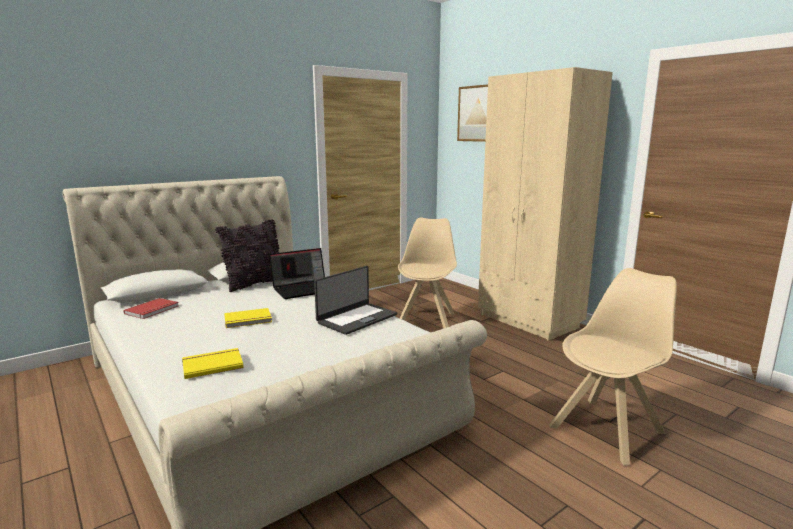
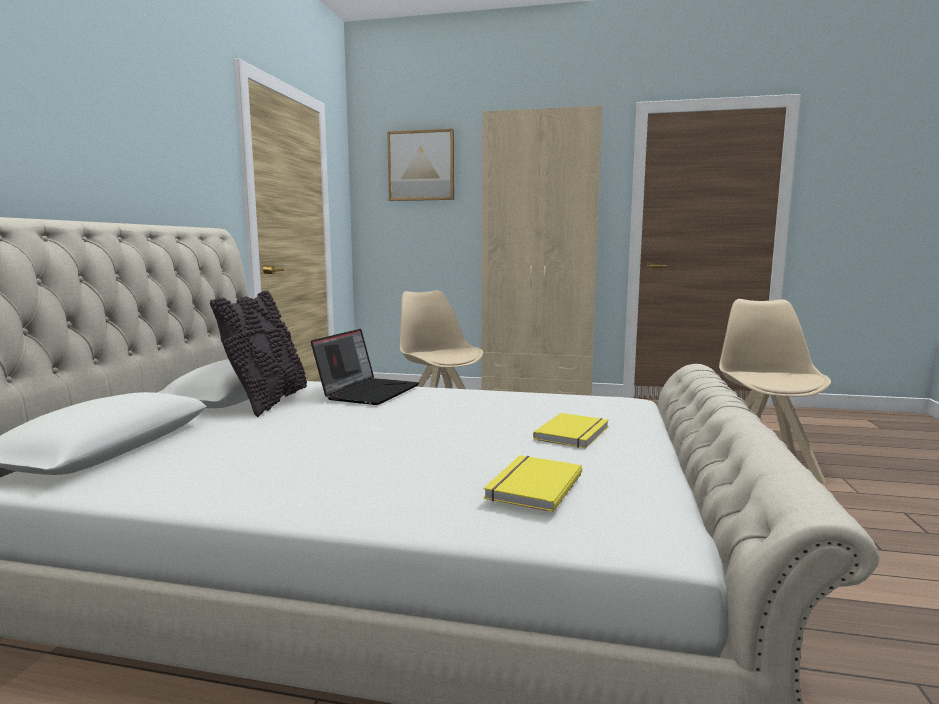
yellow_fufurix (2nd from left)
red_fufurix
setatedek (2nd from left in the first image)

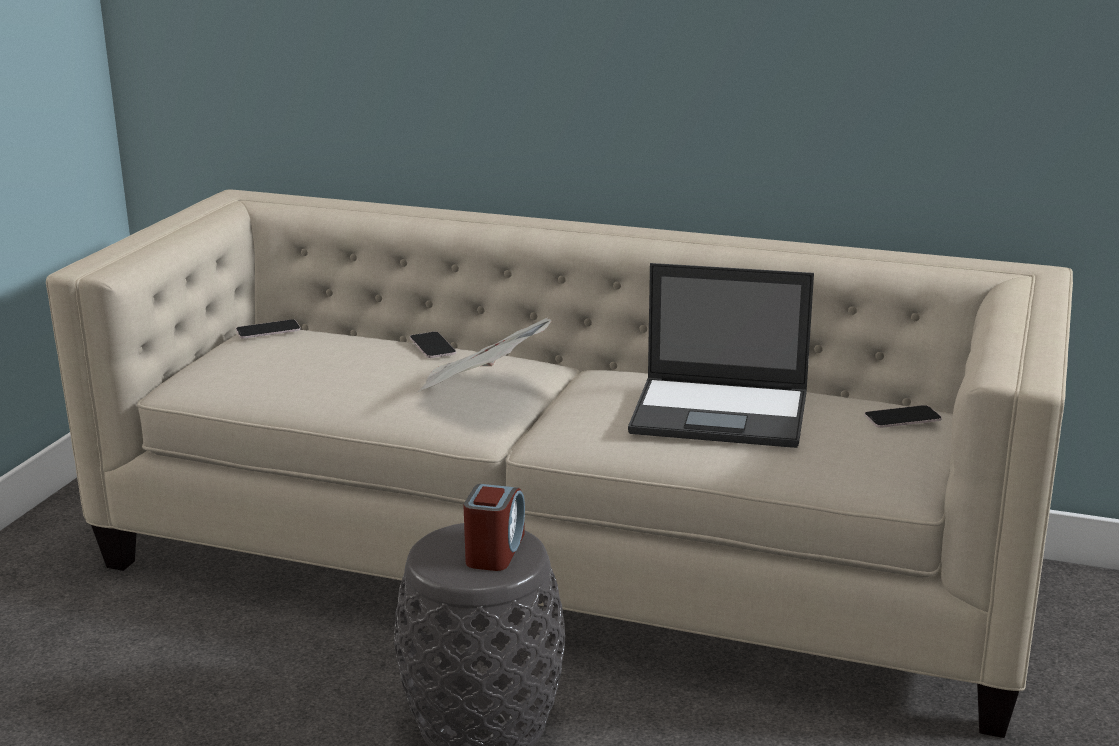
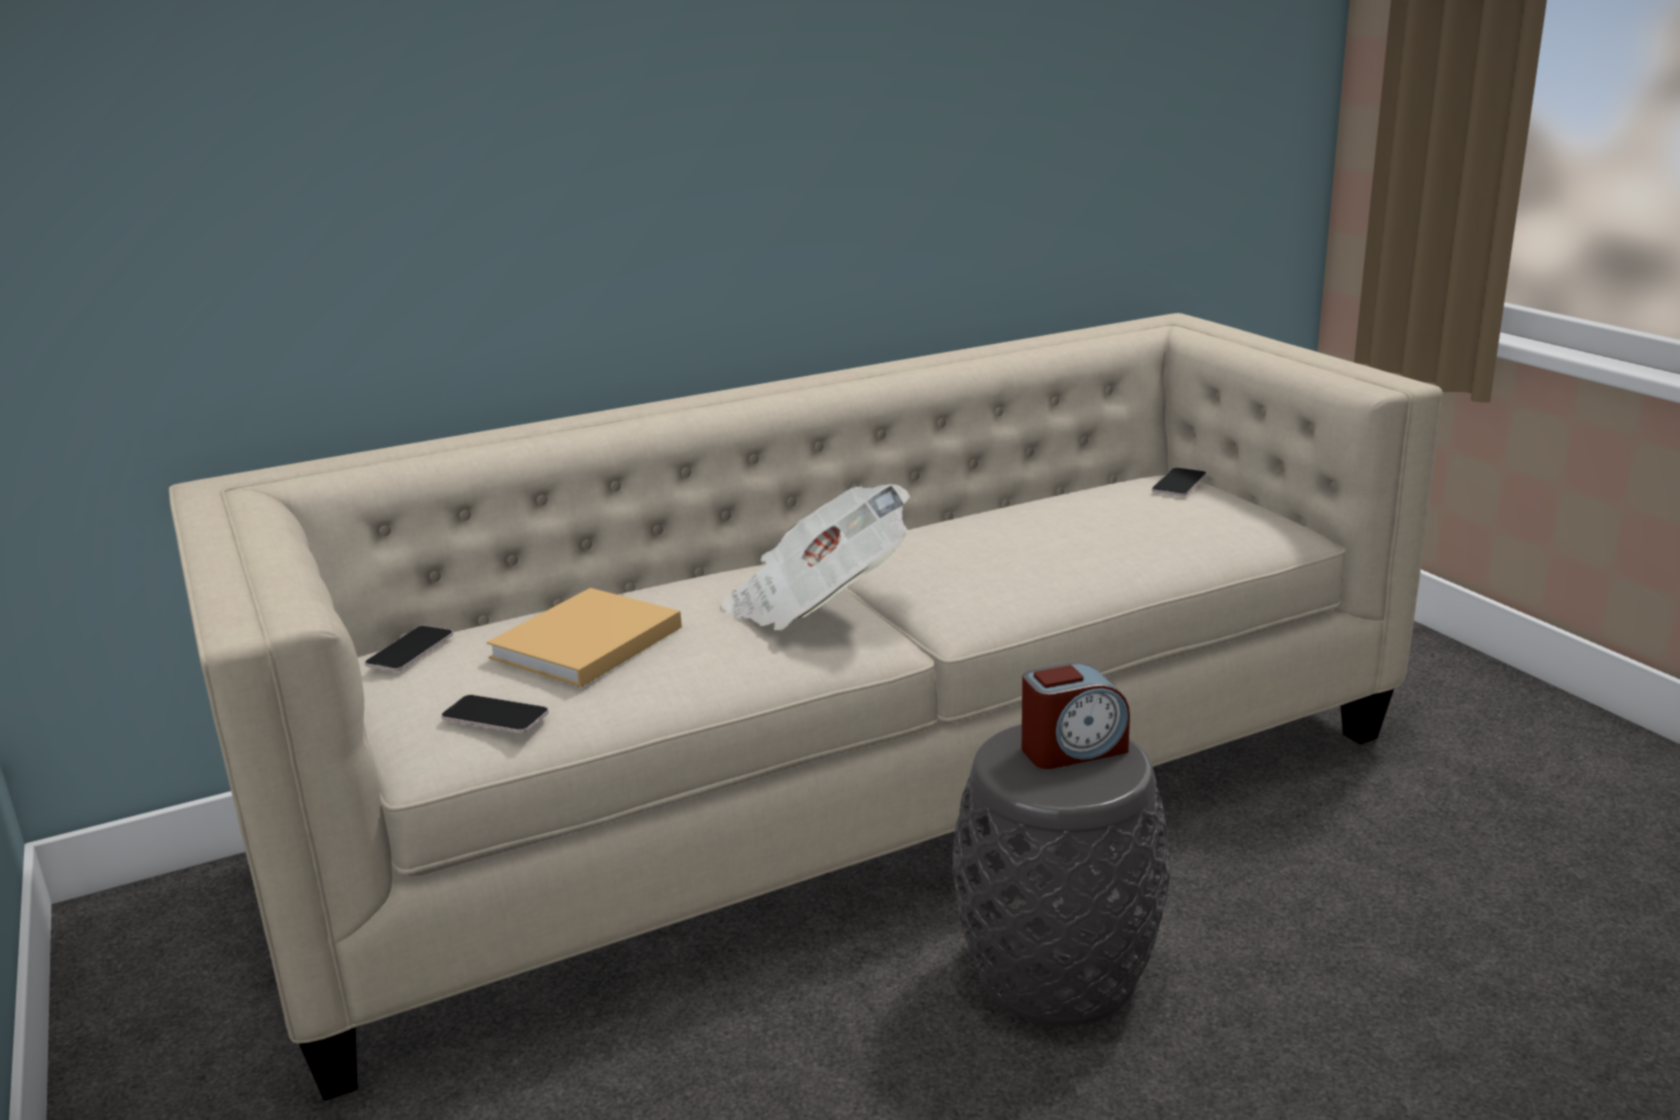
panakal (2nd from left)
beige_fufurix
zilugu
setatedek

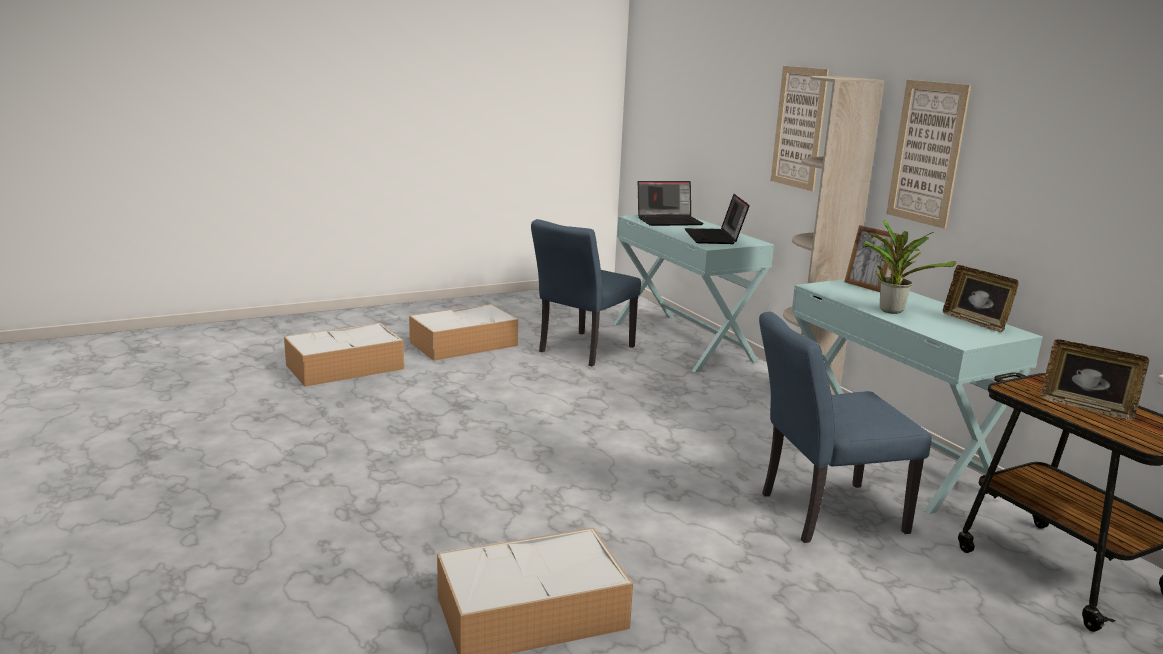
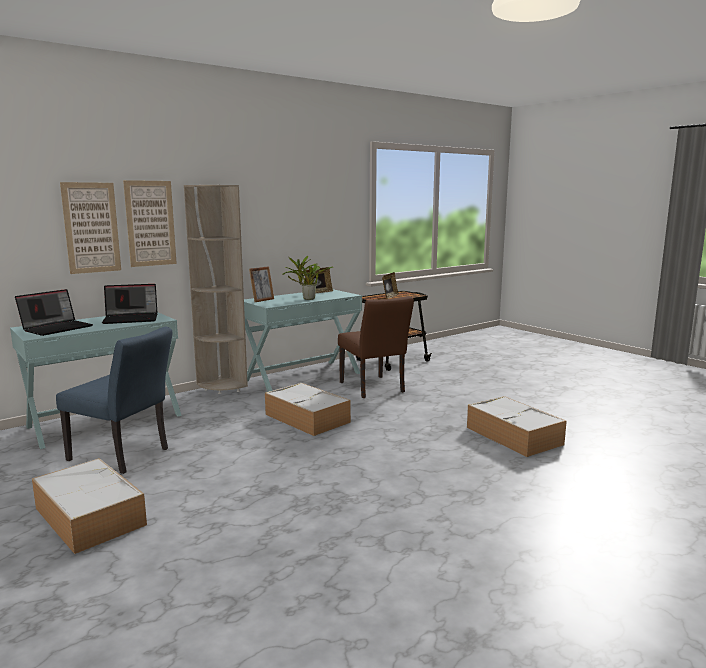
setatedek (1st from left)
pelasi (1st from left)
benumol (2nd from left)
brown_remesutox

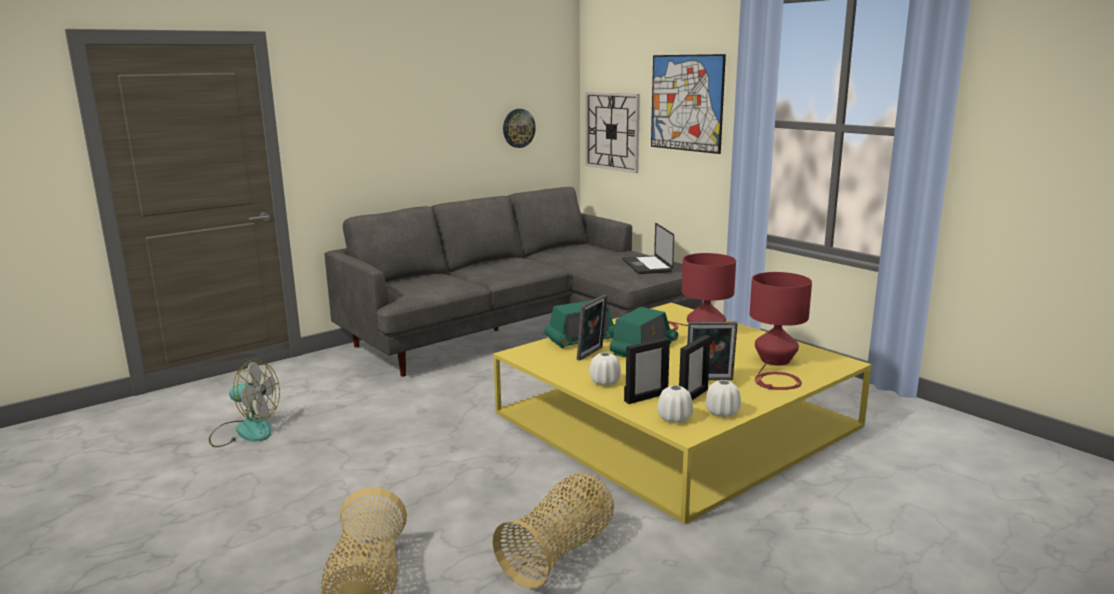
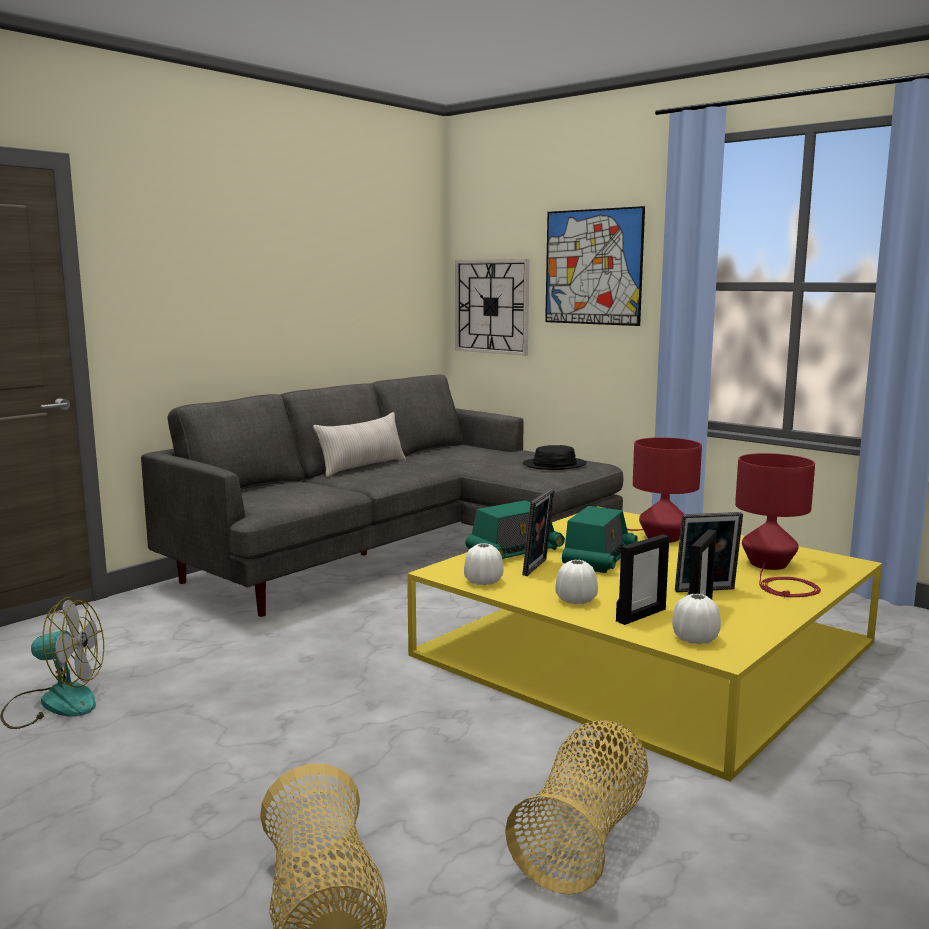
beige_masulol
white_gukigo (1st from left)
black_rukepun
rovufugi (1st from left in the first image)

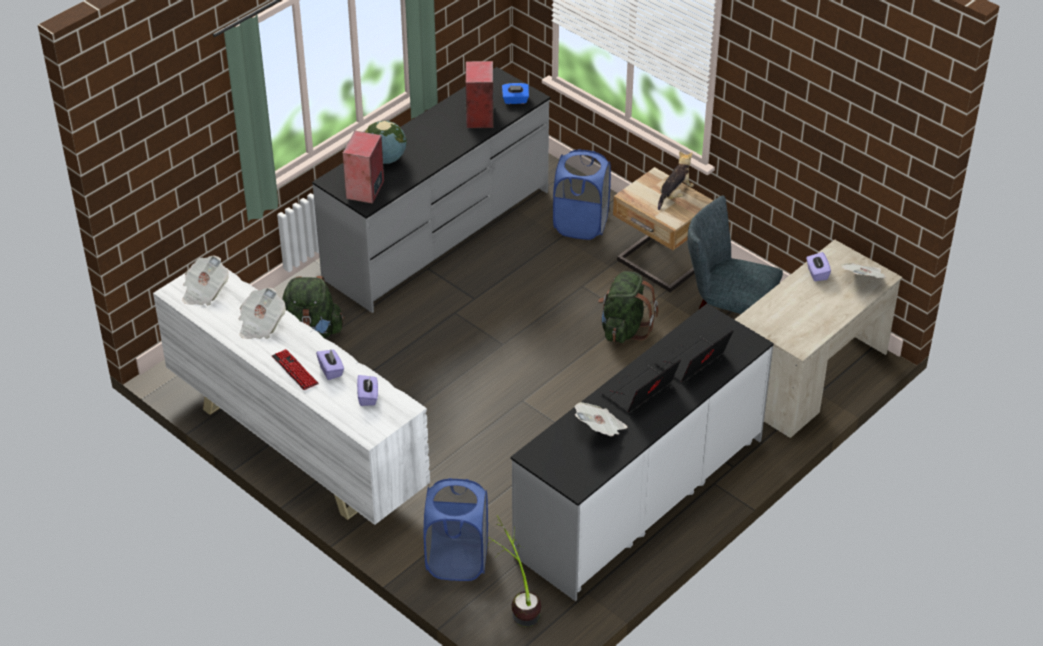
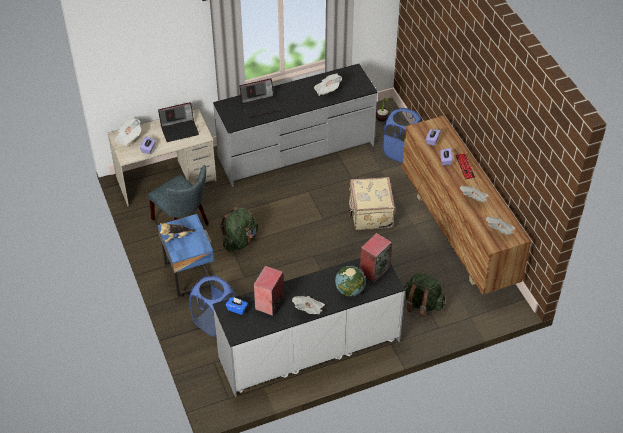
setatedek (1st from left)
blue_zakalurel
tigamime (2nd from left)
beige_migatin
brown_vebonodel

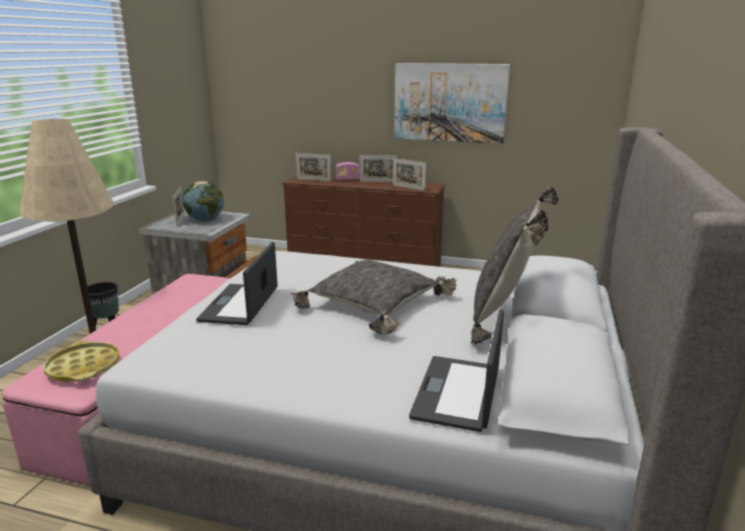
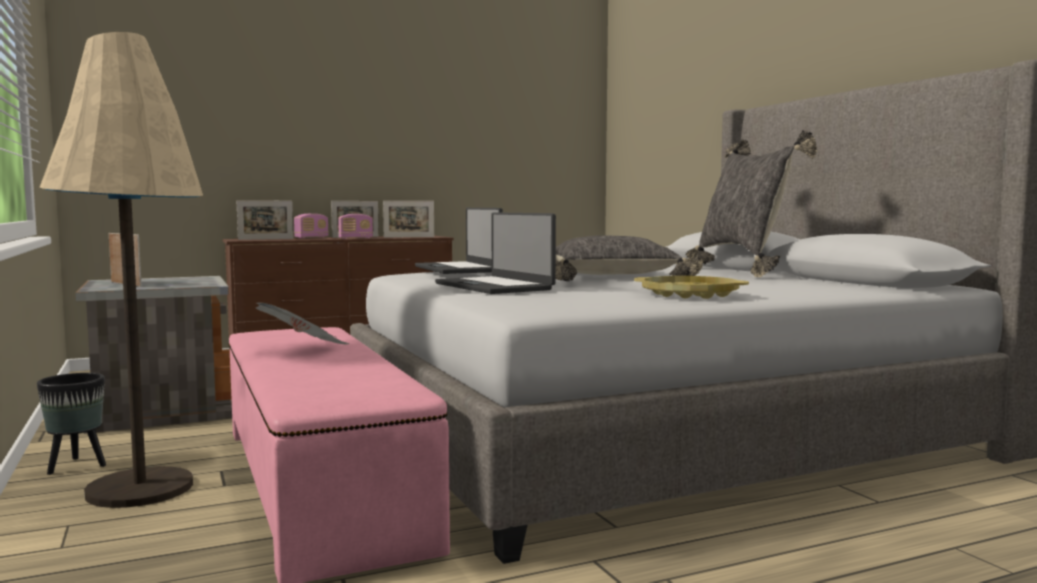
tigamime
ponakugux (2nd from left)
setatedek (1st from left)
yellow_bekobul
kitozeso
pelasi

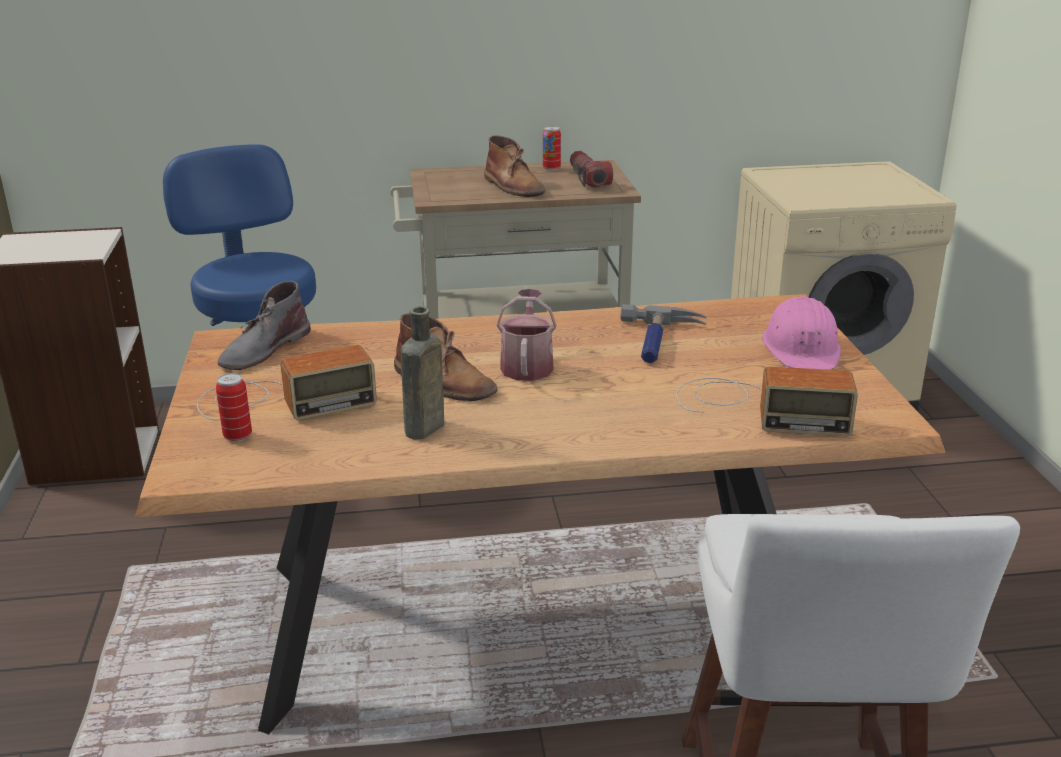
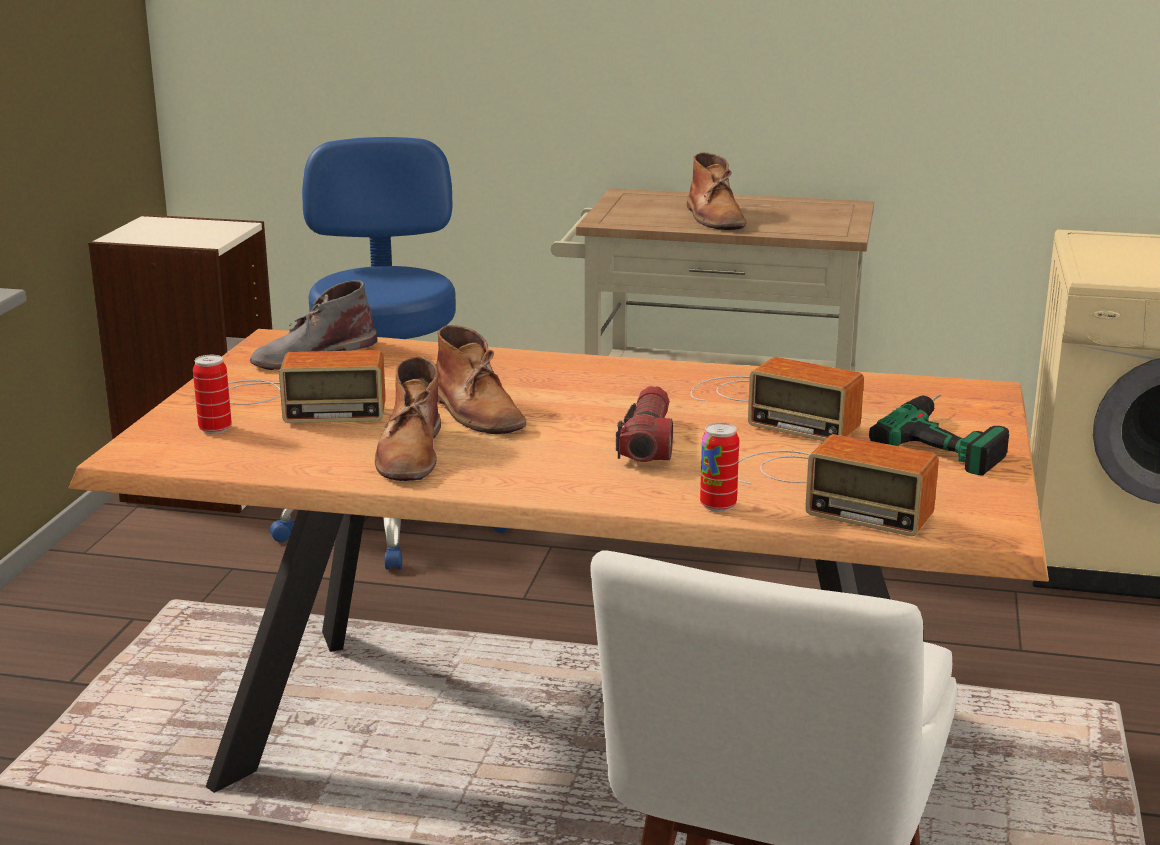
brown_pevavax (1st from left)
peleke
ponakugux (2nd from left)
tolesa (2nd from left)
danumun
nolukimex

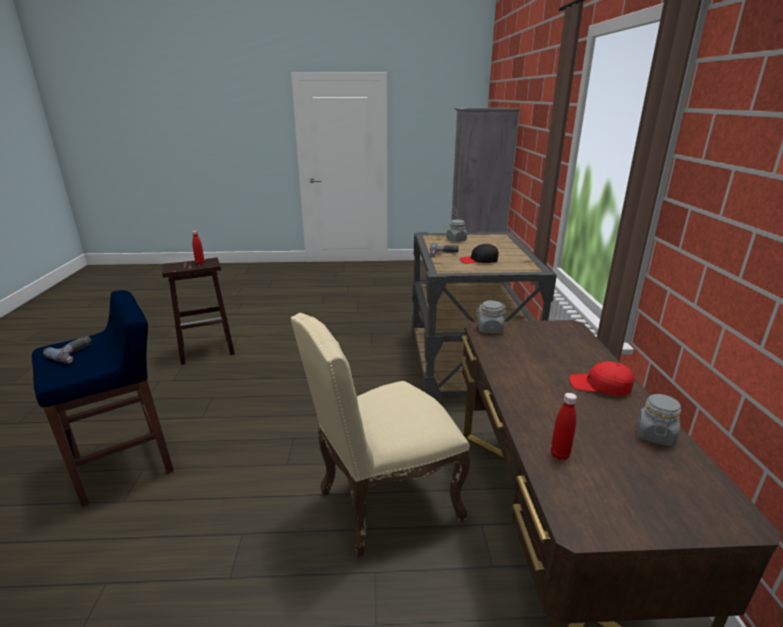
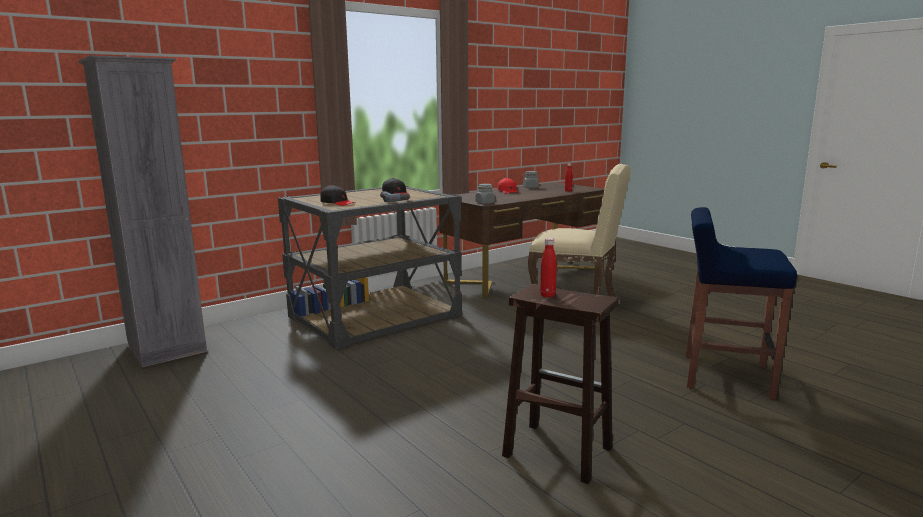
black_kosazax (1st from left)
danumun (1st from left in the first image)

